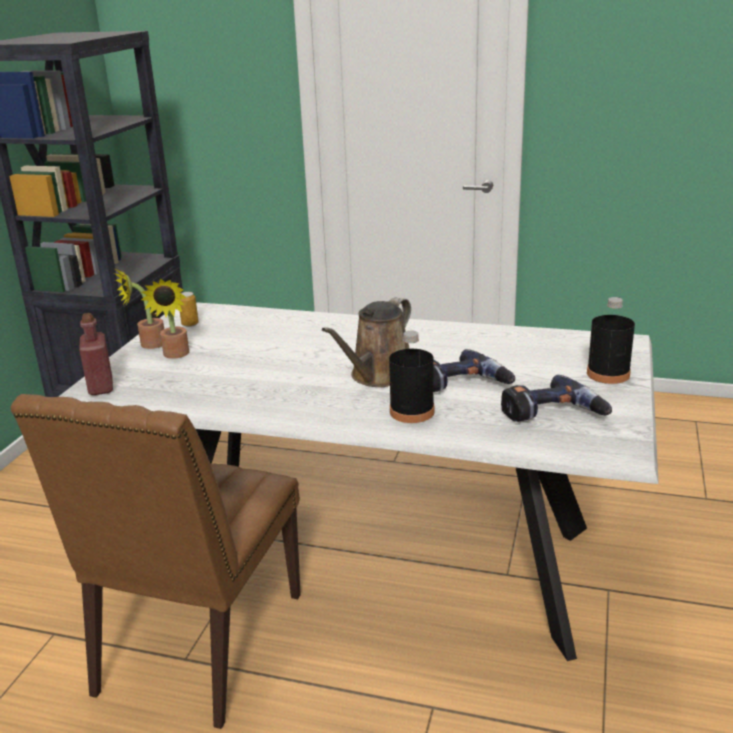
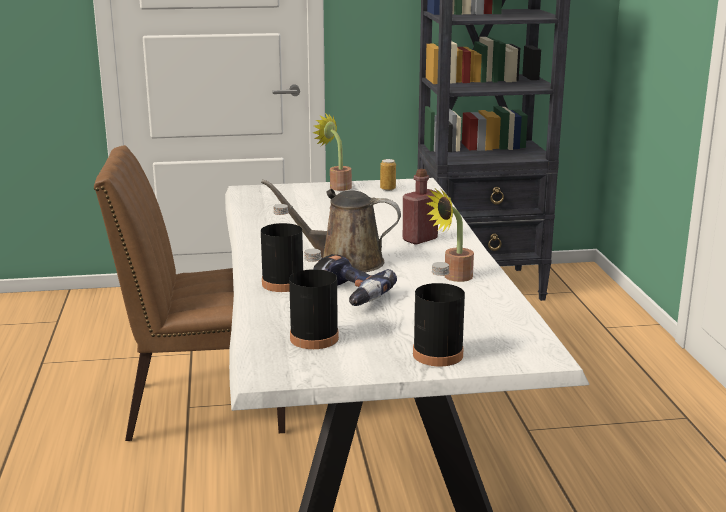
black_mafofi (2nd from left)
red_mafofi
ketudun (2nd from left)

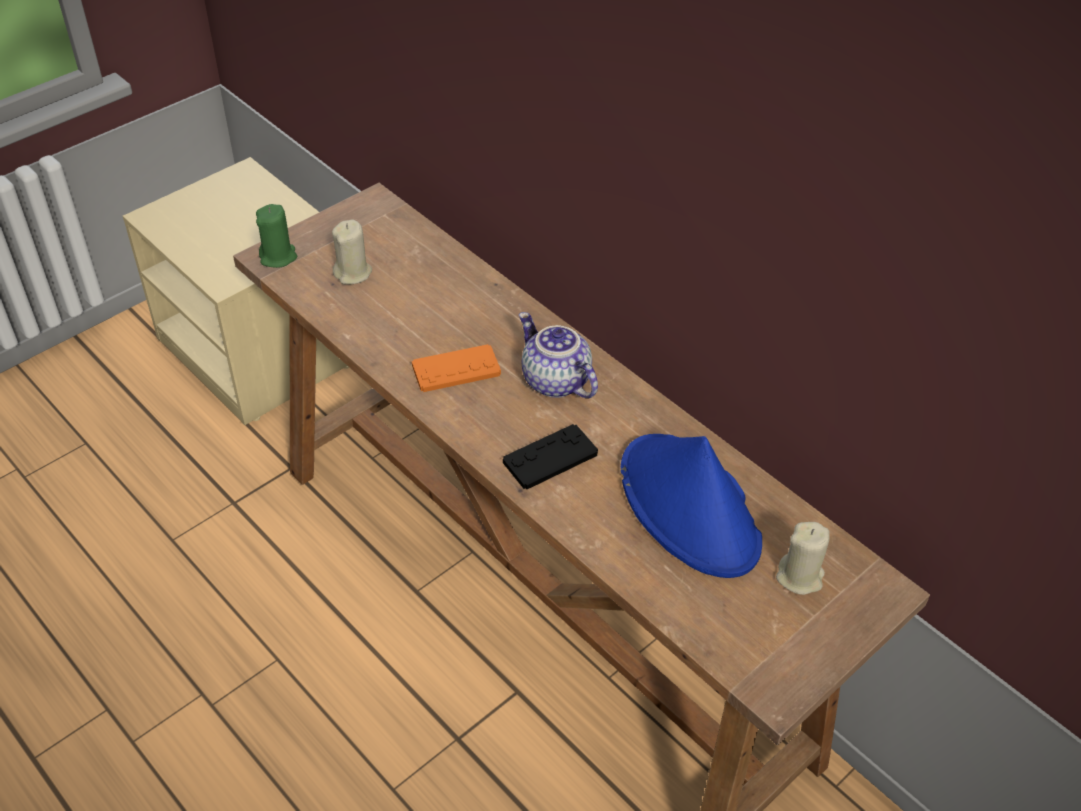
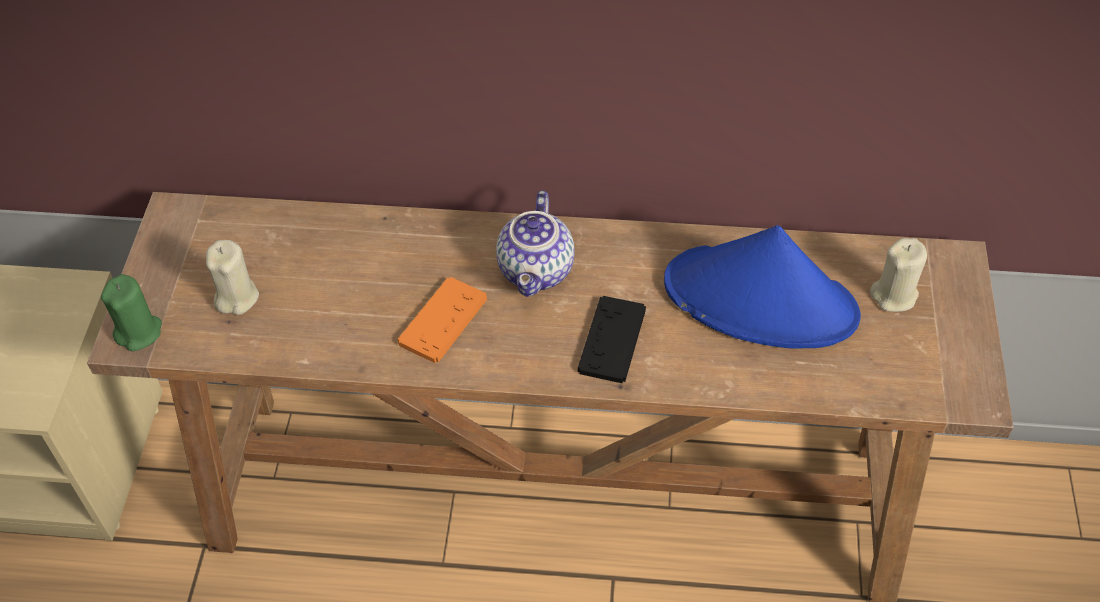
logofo

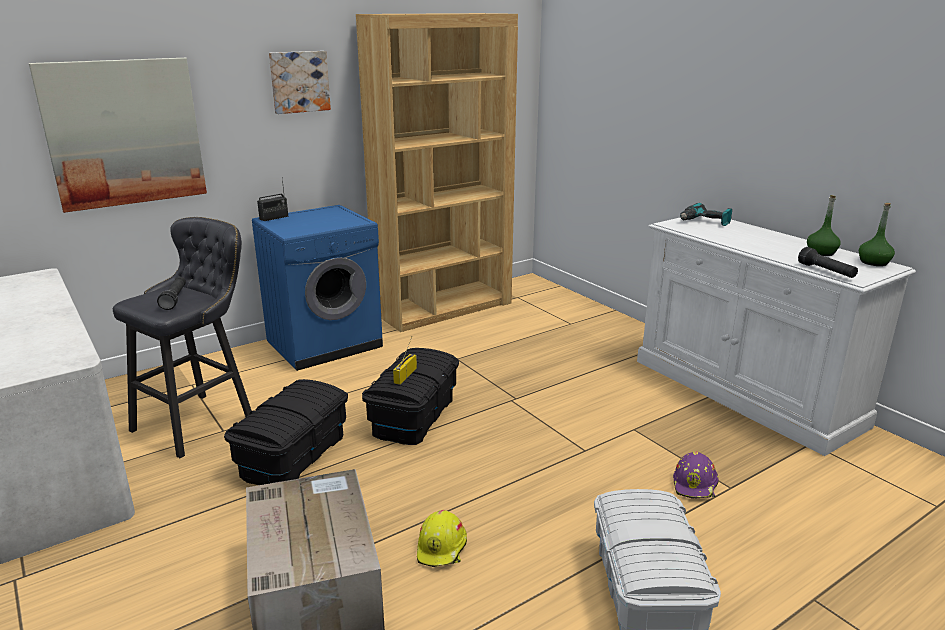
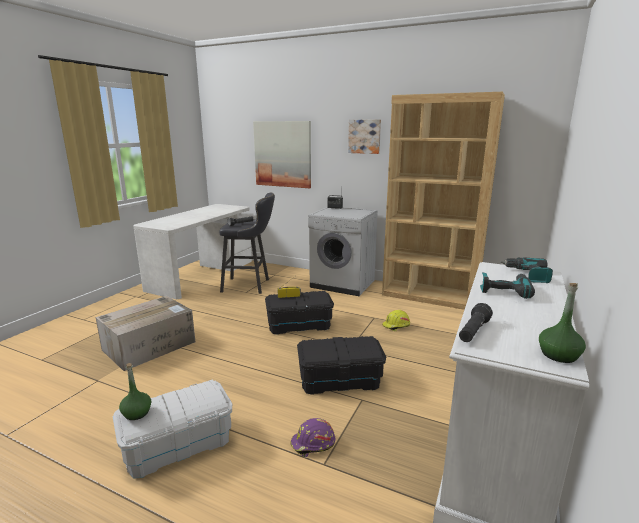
green_mafofi (1st from left)
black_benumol (2nd from left)
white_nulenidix
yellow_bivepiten
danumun (1st from left)

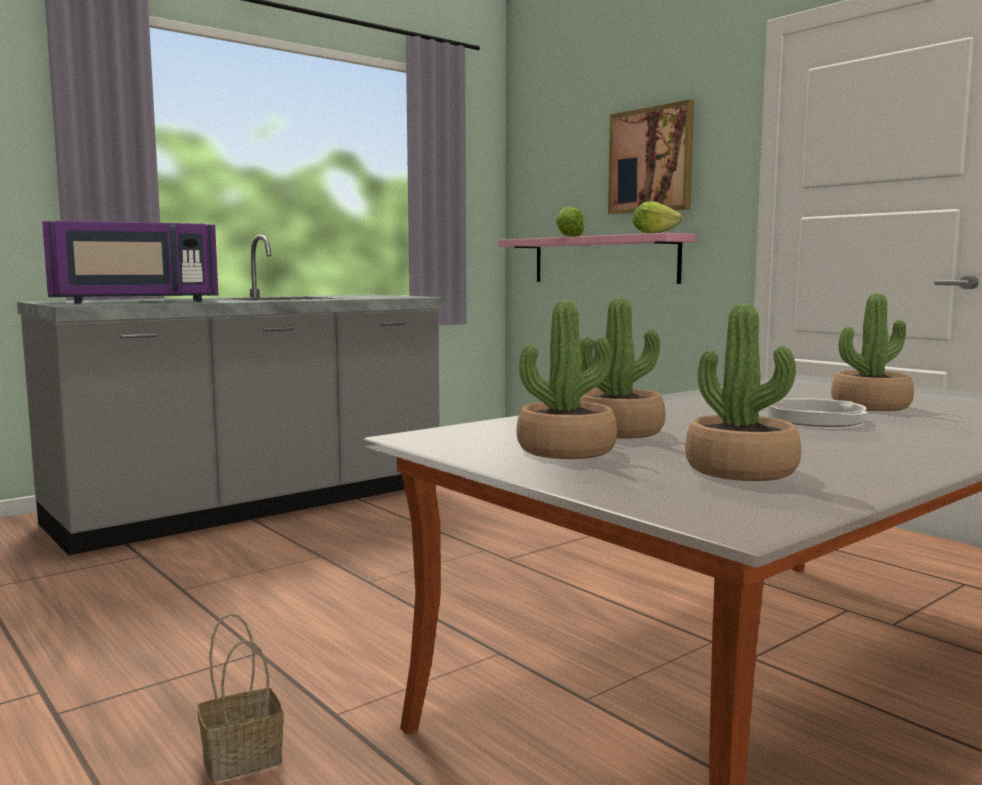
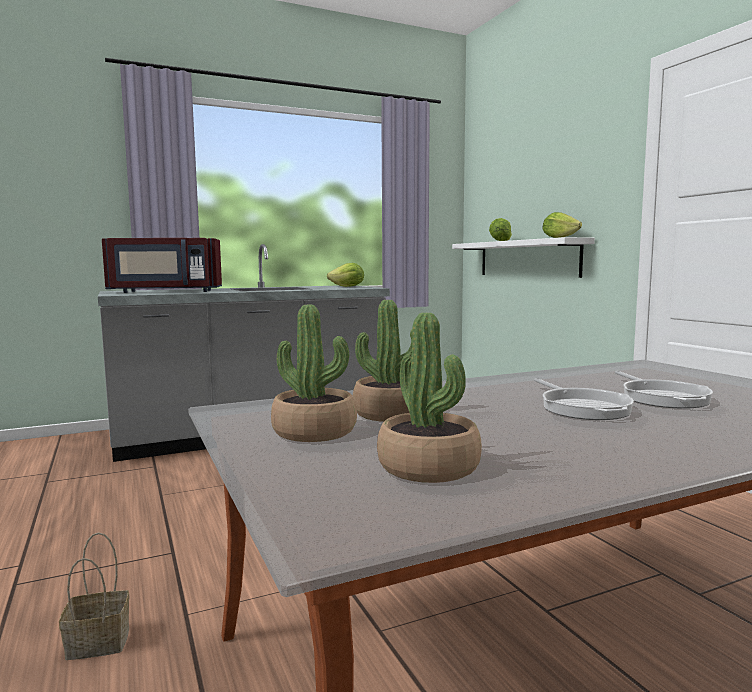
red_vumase
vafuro (1st from left)
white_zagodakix
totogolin (2nd from left)
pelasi

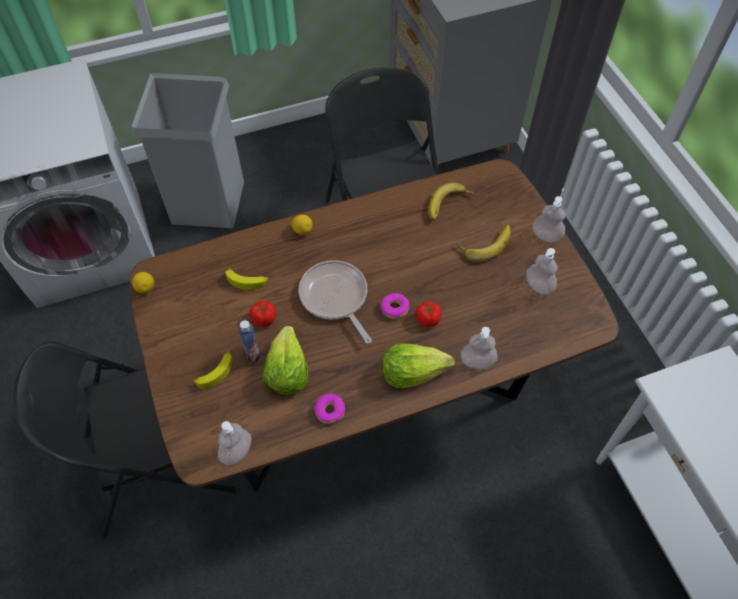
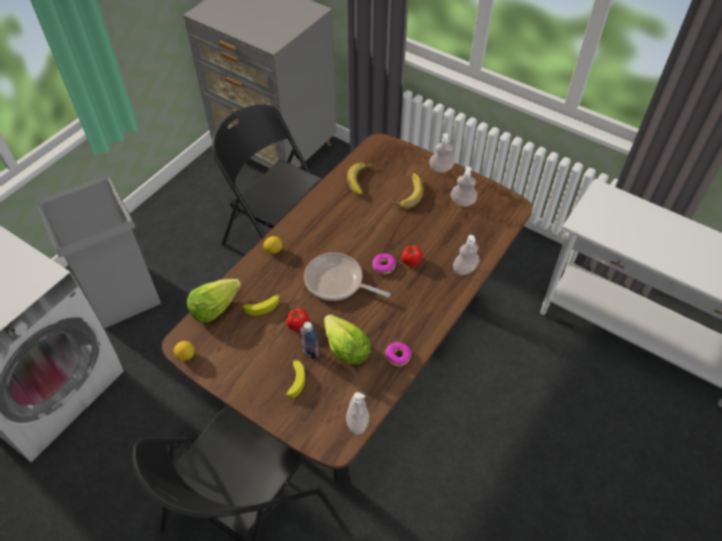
vafuro (1st from left)

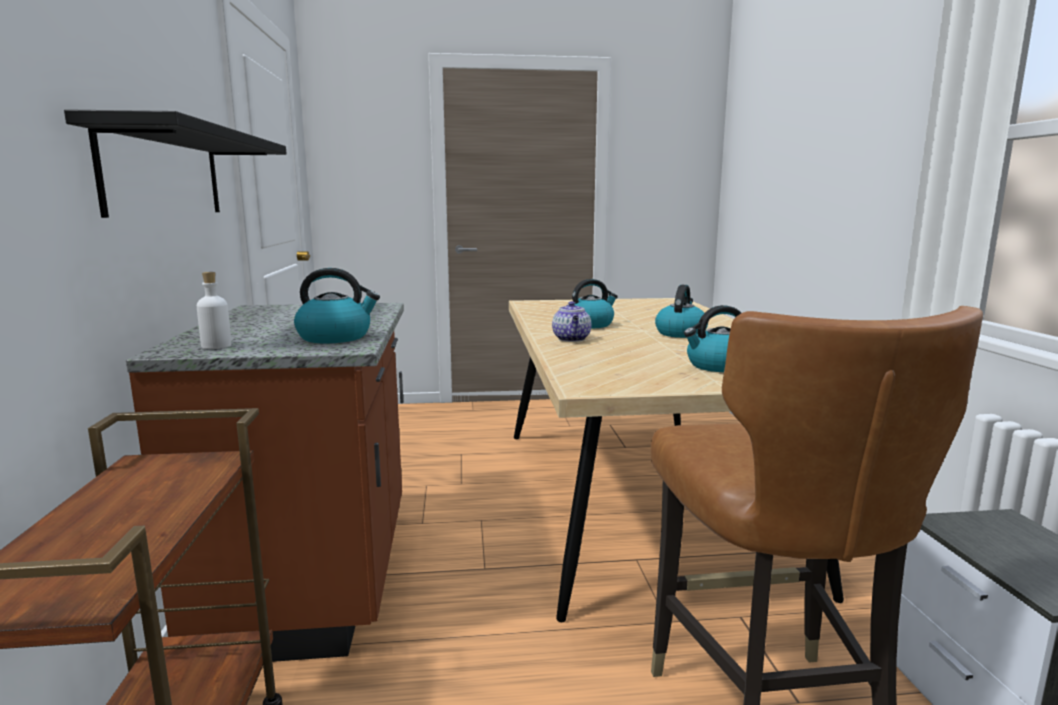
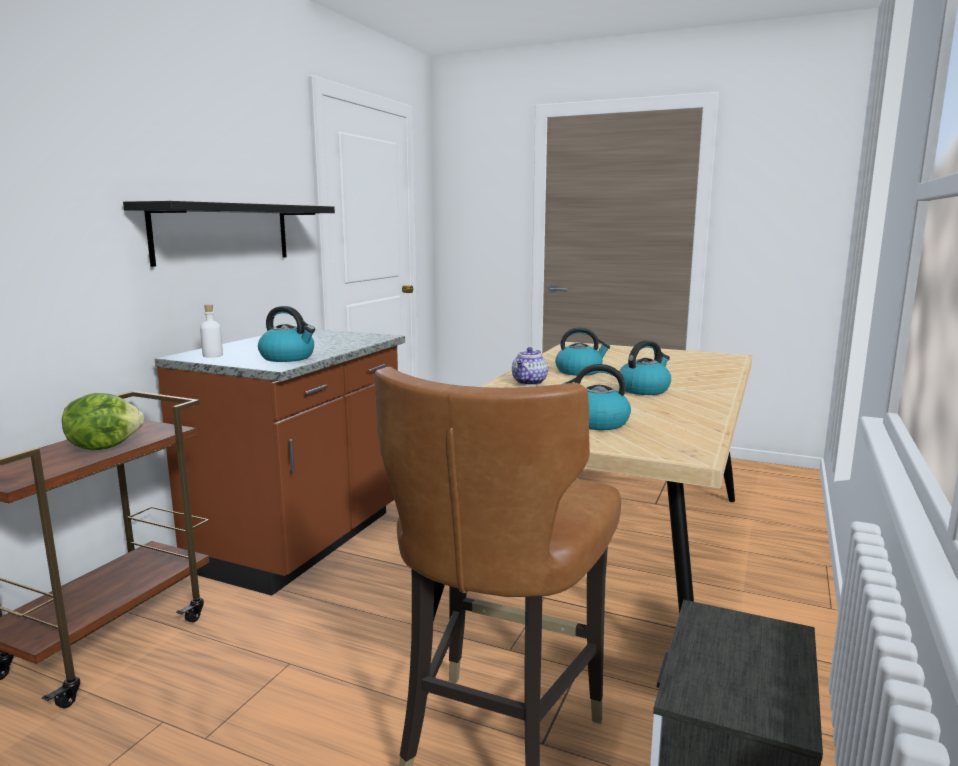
vafuro

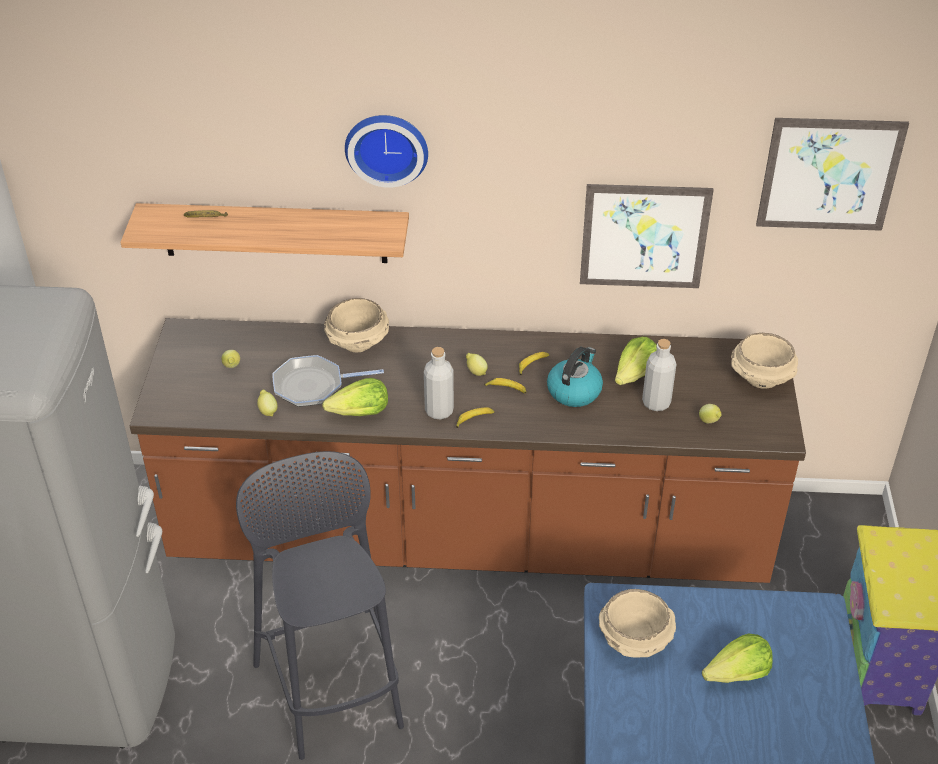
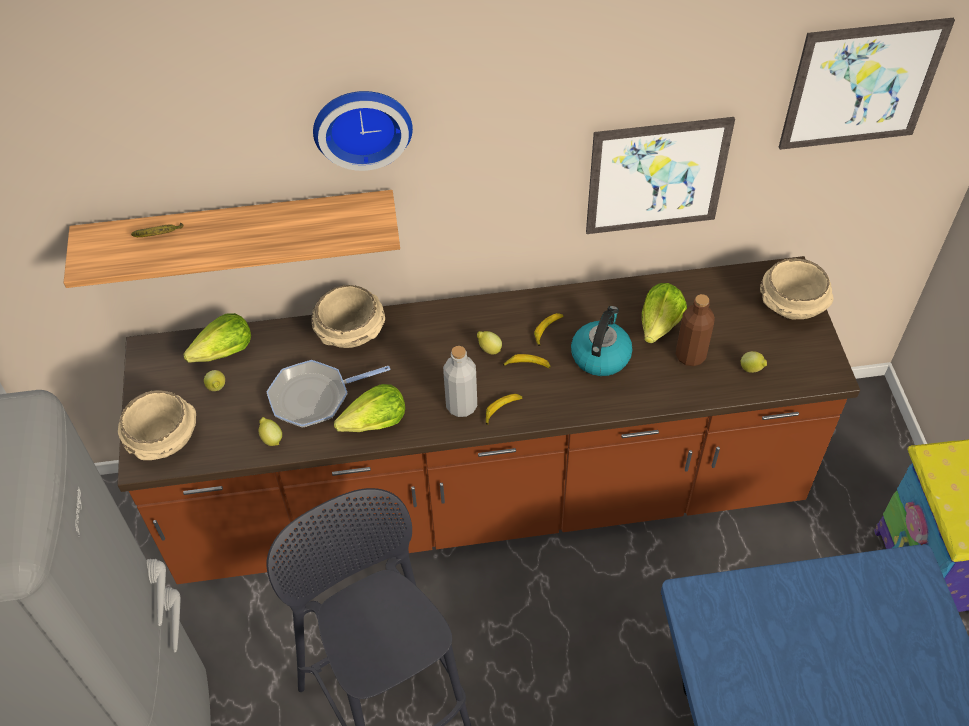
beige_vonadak (1st from left)
vafuro (1st from left)
brown_mafofi

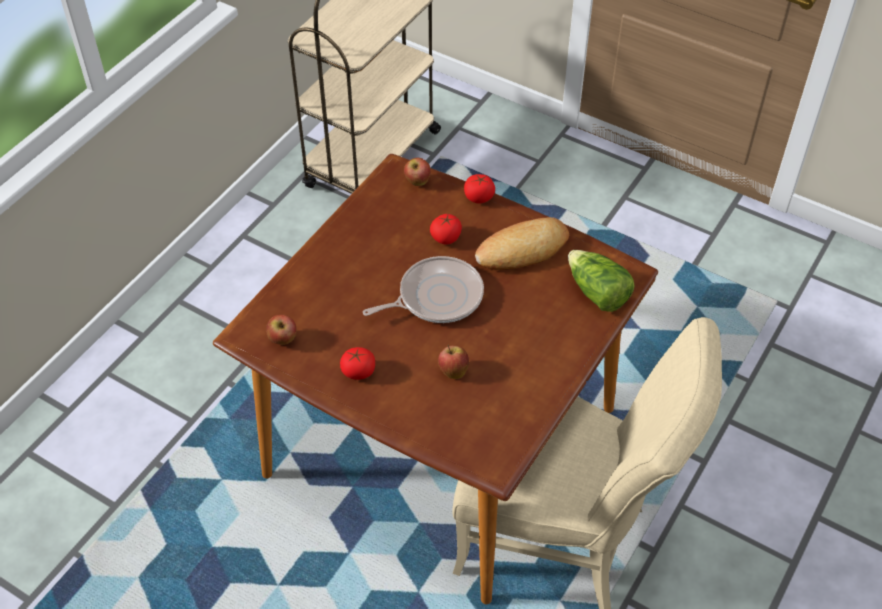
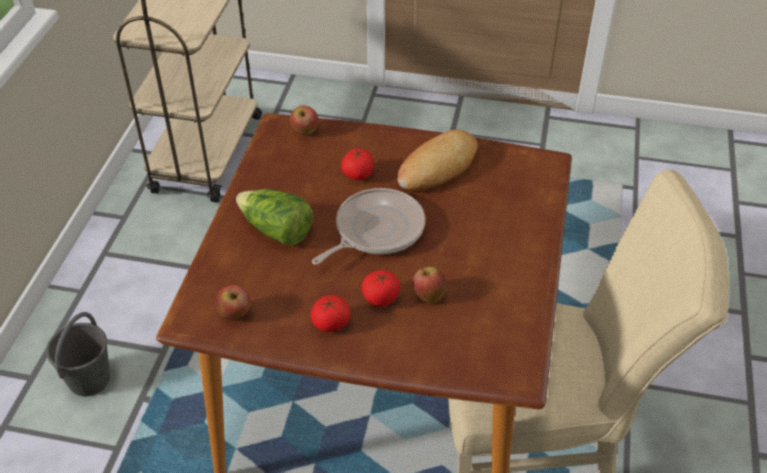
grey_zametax
vafuro
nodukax (3rd from left)

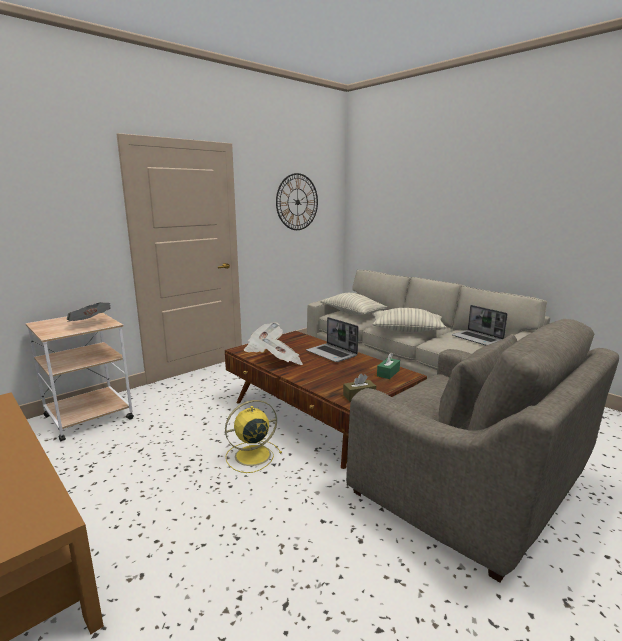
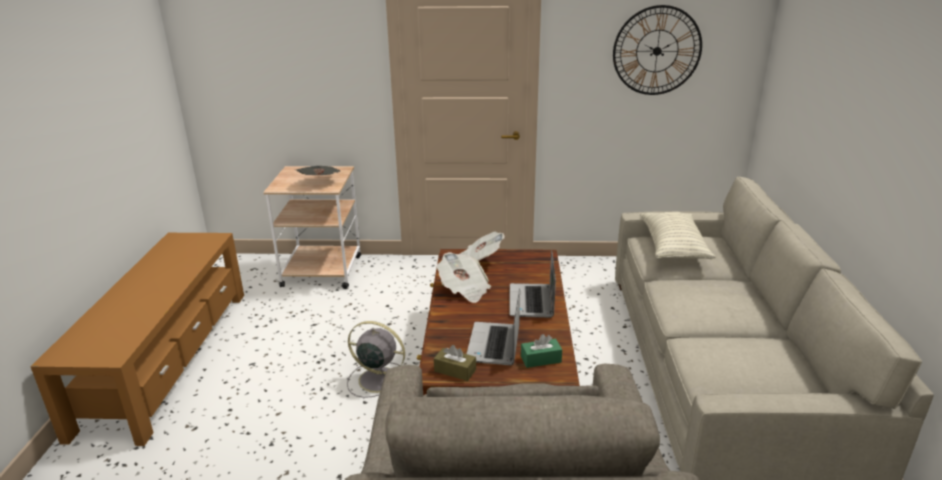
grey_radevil
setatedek (1st from left)
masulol (2nd from left in the first image)

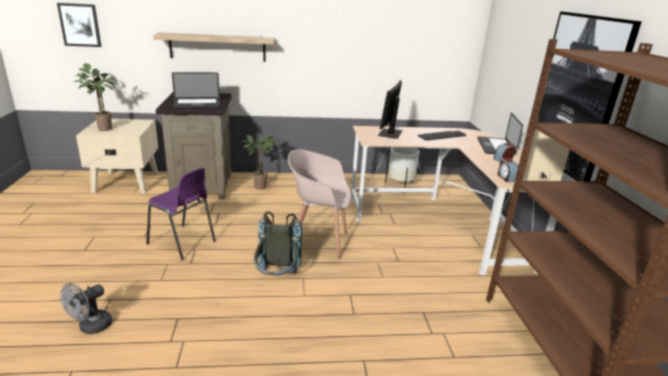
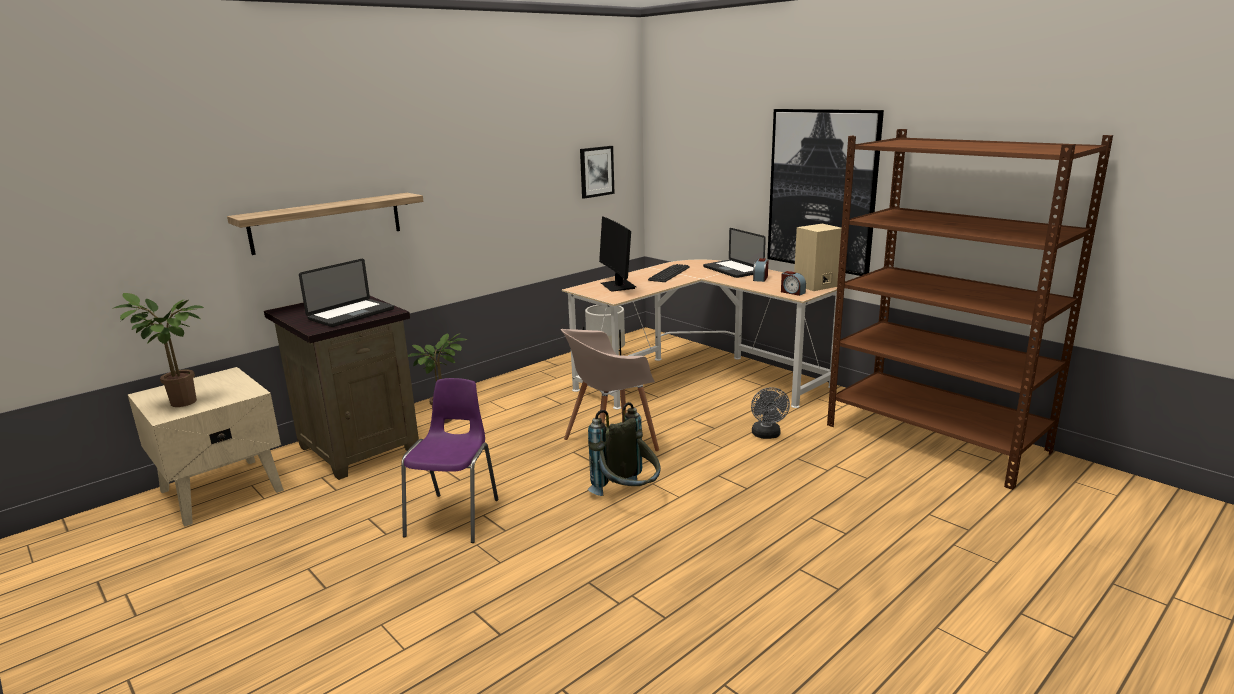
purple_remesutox
pelasi (1st from left)
grey_radevil

